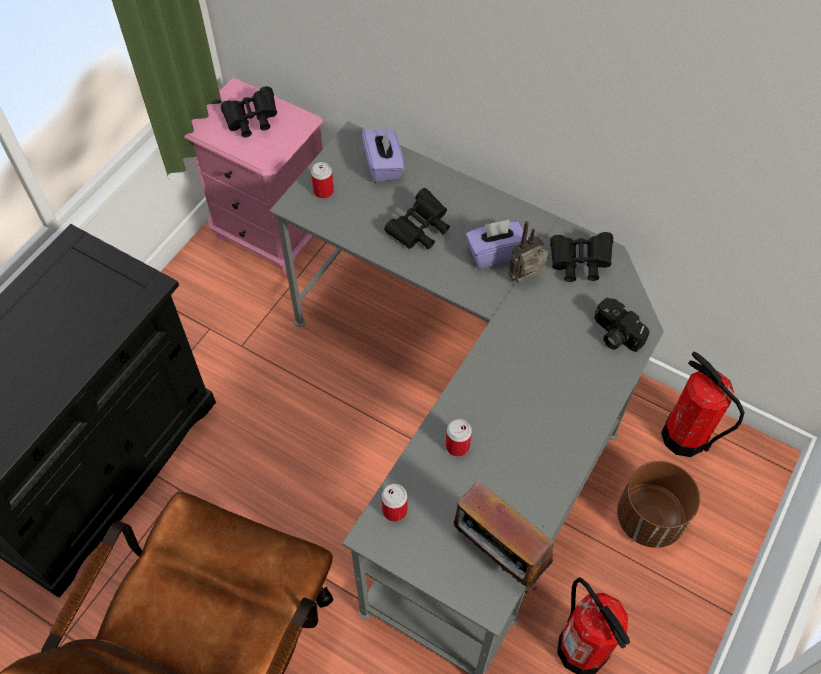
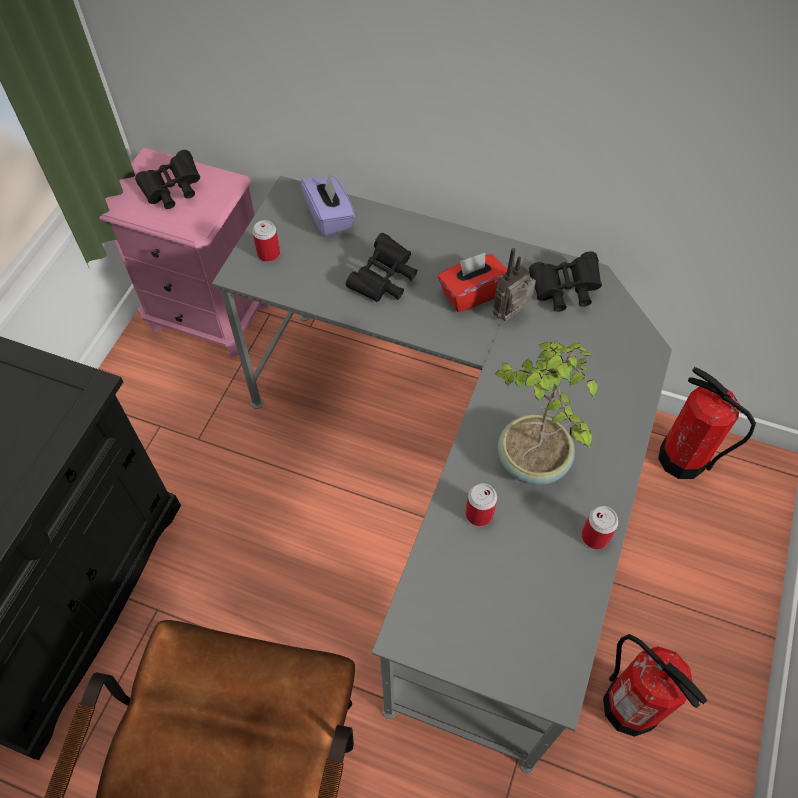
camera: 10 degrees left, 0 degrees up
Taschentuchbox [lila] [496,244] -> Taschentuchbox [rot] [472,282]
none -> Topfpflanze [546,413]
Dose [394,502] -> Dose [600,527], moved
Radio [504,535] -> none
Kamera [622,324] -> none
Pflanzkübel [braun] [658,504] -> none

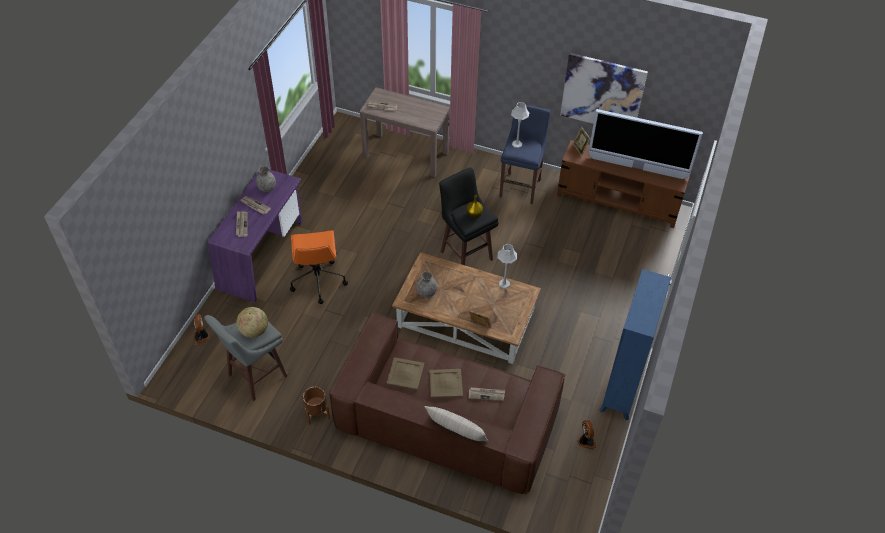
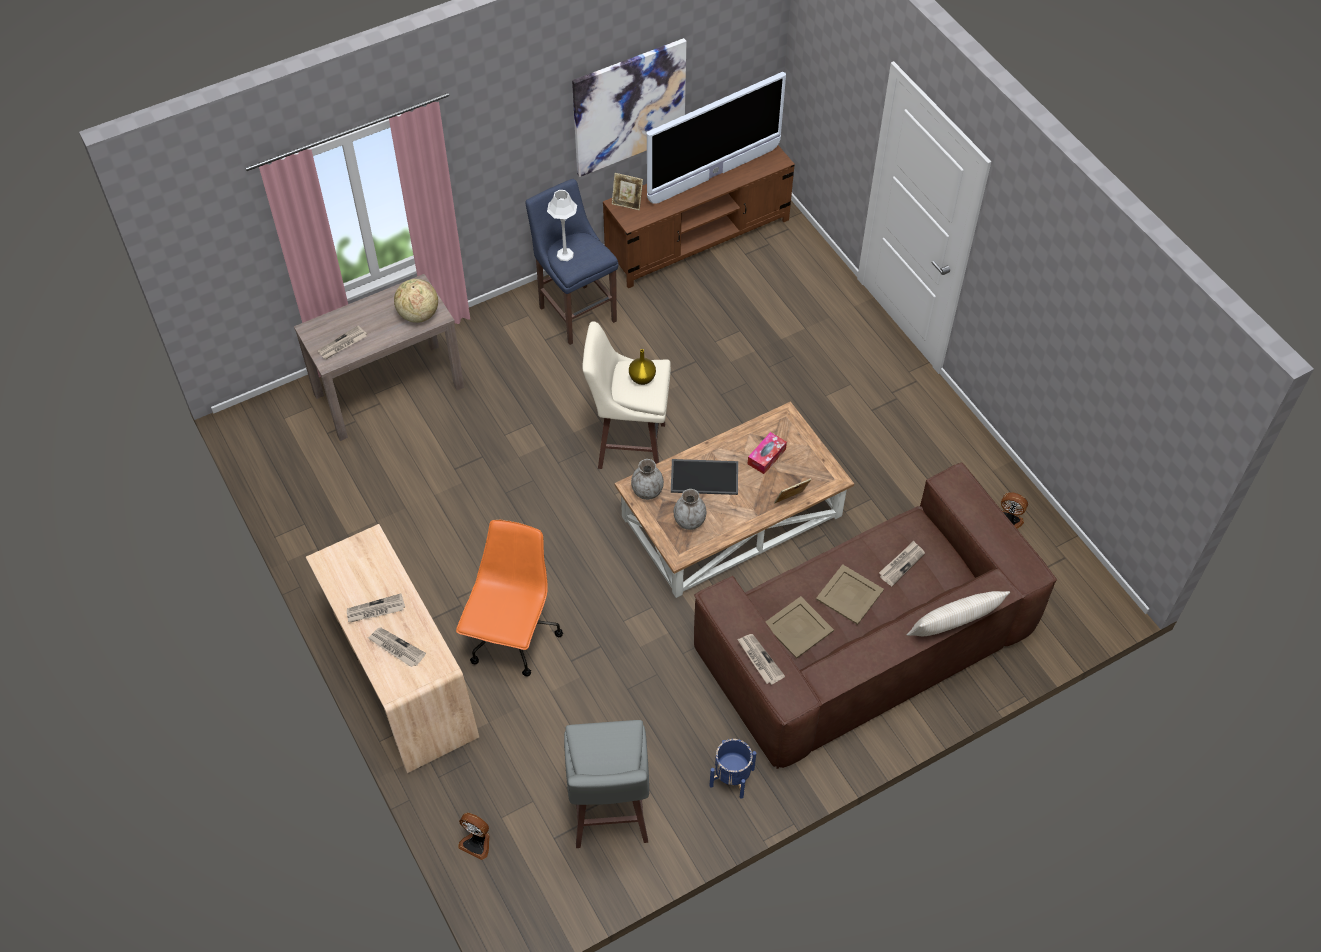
camera: 50 degrees left, 5 degrees up
Schreibtisch [lila] [255,235] -> Schreibtisch [beige] [392,648]
Globus [252,322] -> Globus [416,301], moved
Bürostuhl [orange] [319,267] -> Bürostuhl [orange] [509,598], 105 degrees counterclockwise
Hocker [schwarz] [469,216] -> Hocker [beige] [626,395]
Vase [grau] [266,179] -> Vase [grau] [647,479], moved
none -> Tablett [704,477]
Pflanzkübel [braun] [316,406] -> Pflanzkübel [blau] [732,769]
none -> Zeitung [761,659]
none -> Taschentuchbox [767,453]
Tischlampe [grau] [507,266] -> none
Bücherregal [blau] [635,344] -> none

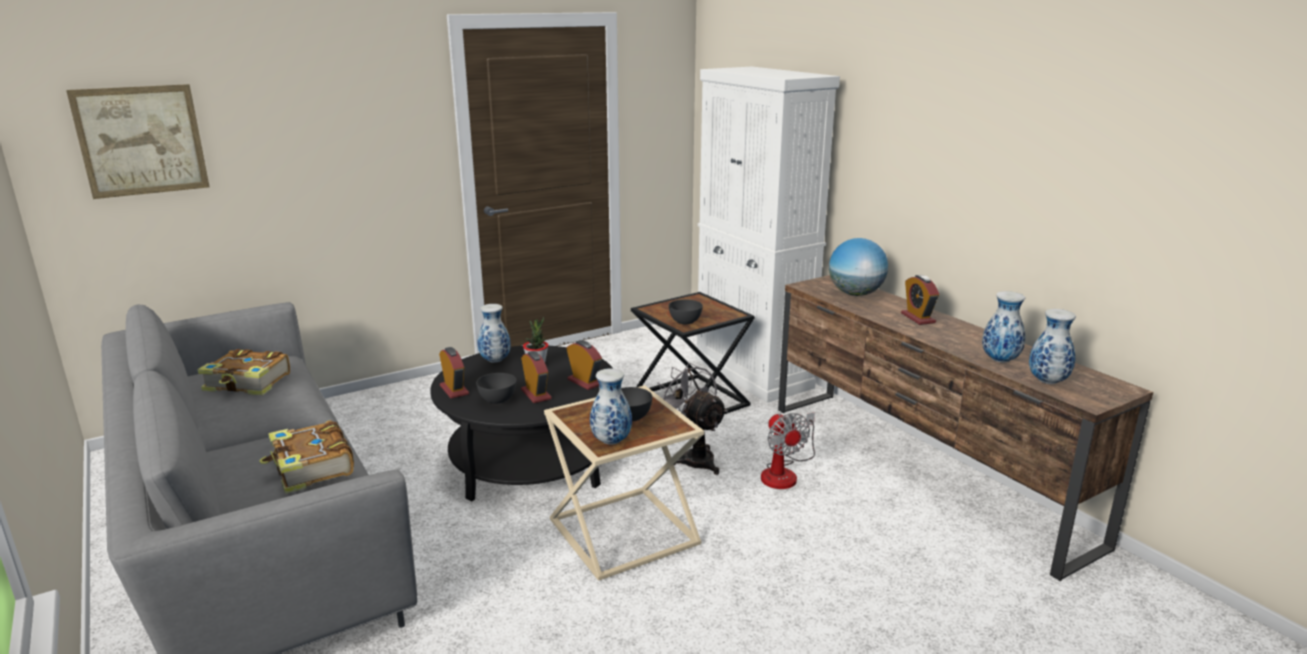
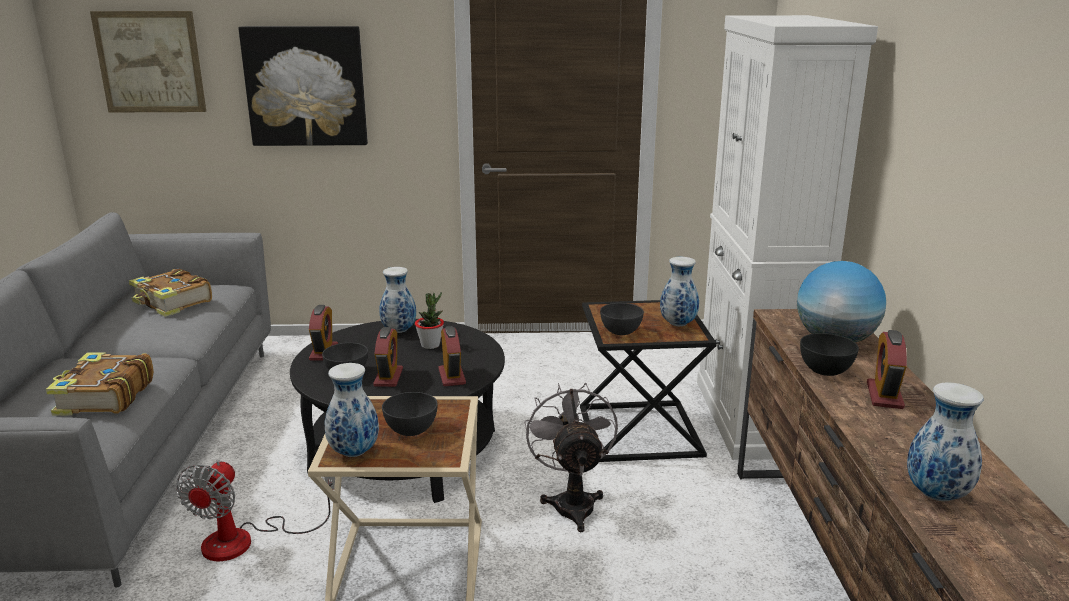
camera: 30 degrees right, 0 degrees up
Ventilator [788,450] -> Ventilator [255,510], moved
none -> Bild [303,86]
Vase [1052,346] -> Vase [679,291], moved
none -> Schüssel [schwarz] [829,354]

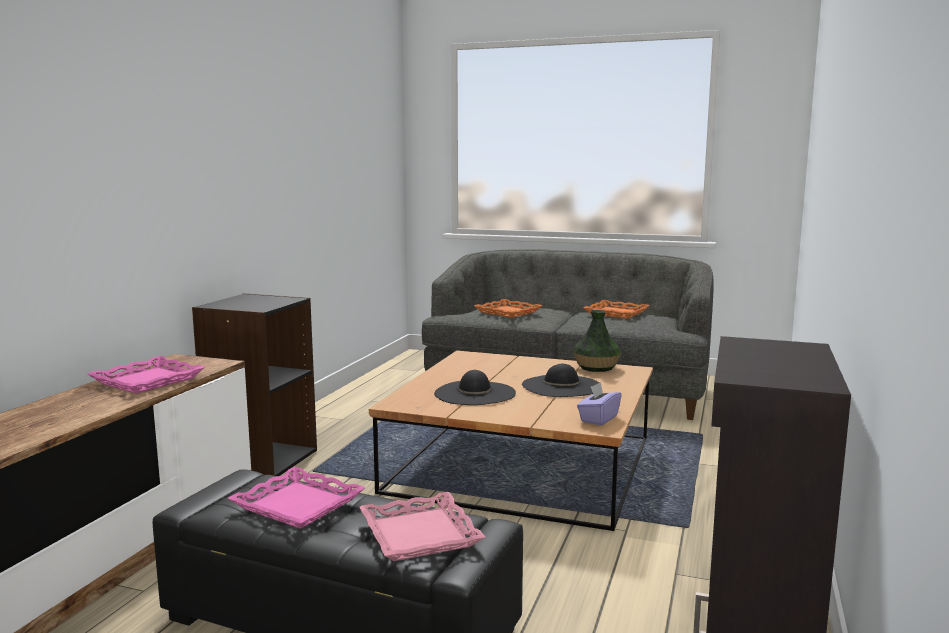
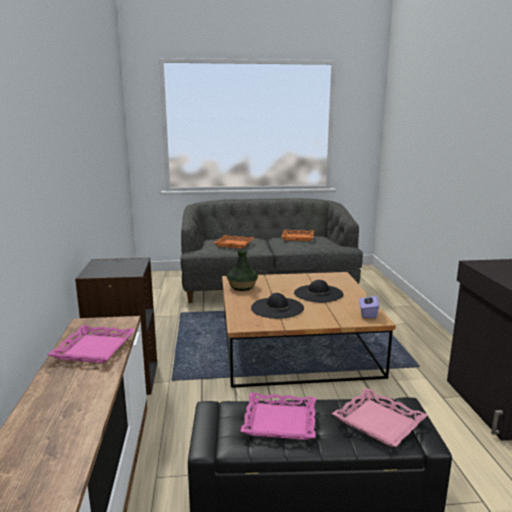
camera: 25 degrees left, 5 degrees up
Vase [597,341] -> Vase [242,270], moved

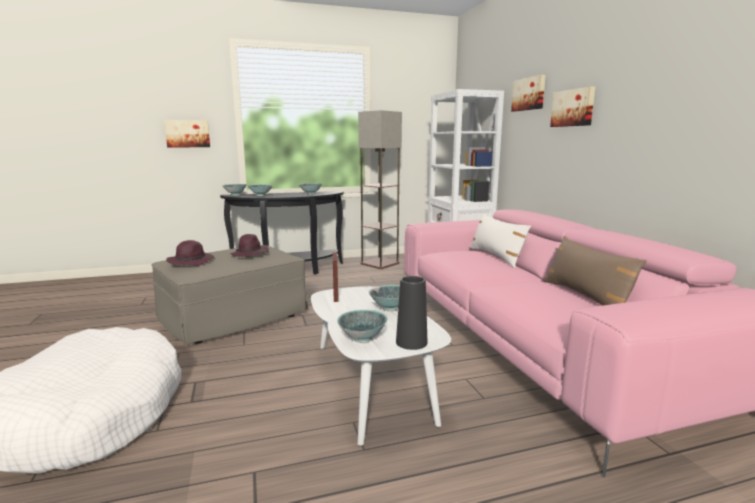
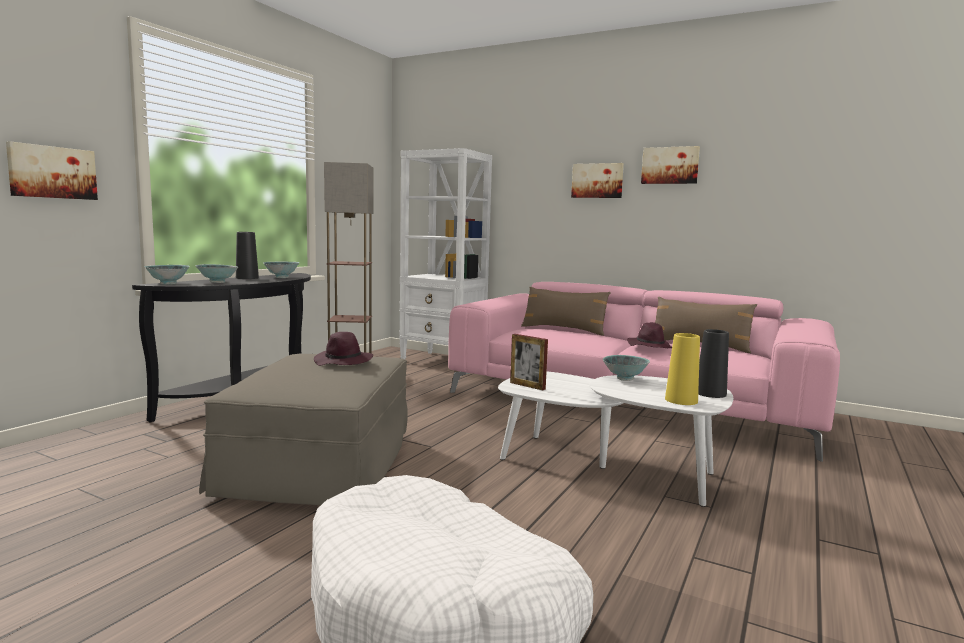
camera: 45 degrees left, 5 degrees down
none -> Vase [schwarz] [247,255]
Kissen [weiß] [500,240] -> Kissen [braun] [566,311]
Hut [lila] [190,253] -> Hut [lila] [649,335], moved
Bild [528,93] -> Bild [670,165], moved
Schüssel [362,326] -> Vase [gelb] [682,369]

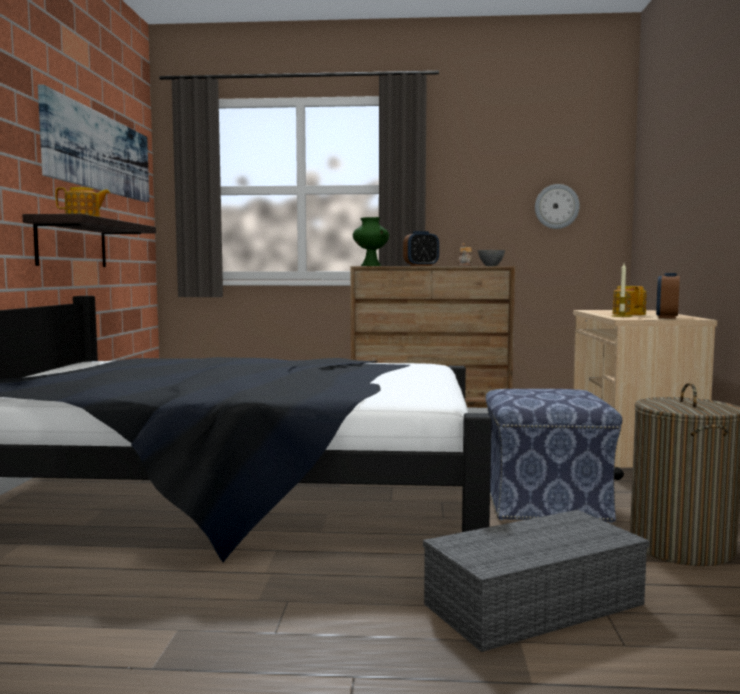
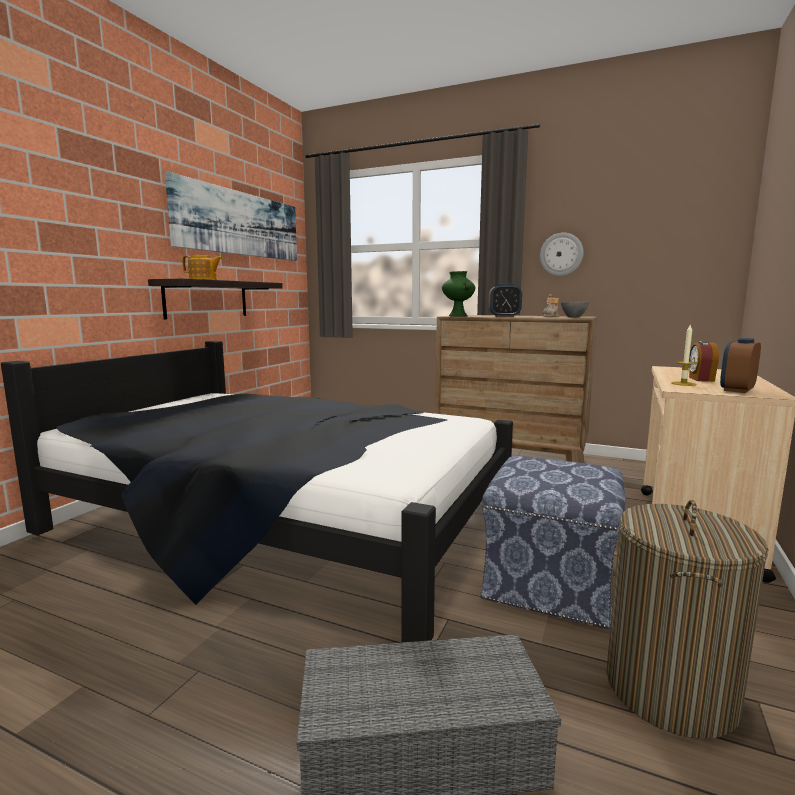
camera: 20 degrees right, 5 degrees up
Wanduhr [557,206] -> Wanduhr [562,254], moved
Teekanne [629,300] -> Wecker [704,361]

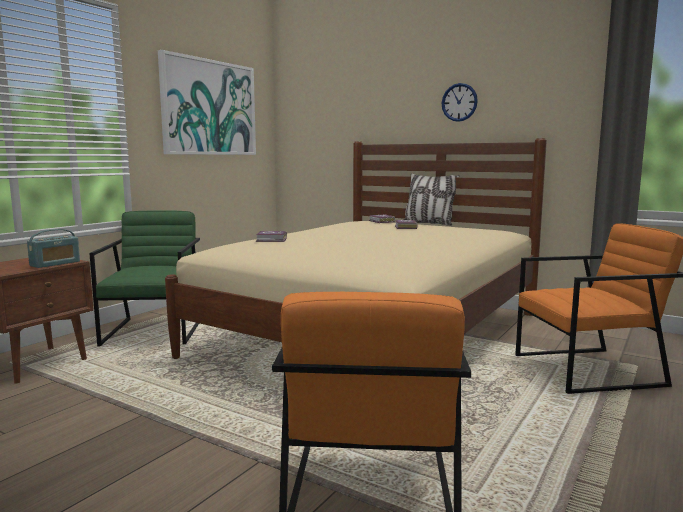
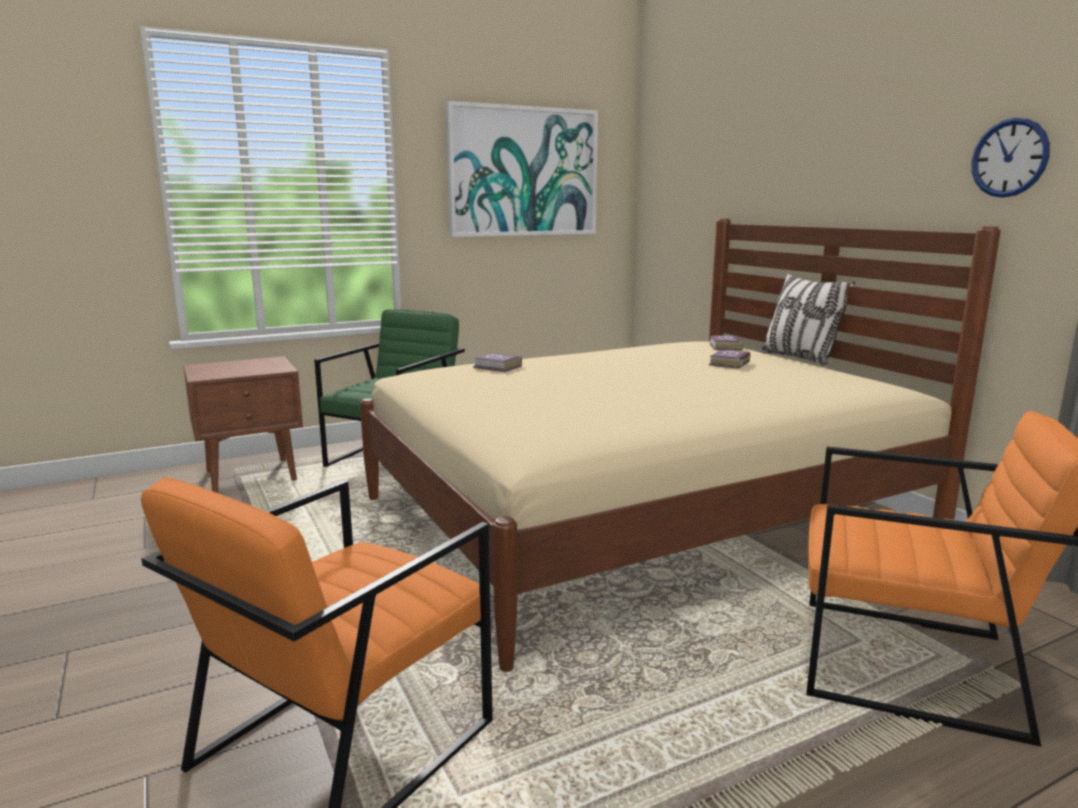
camera: 30 degrees right, 5 degrees up
Wanduhr [459,102] -> Wanduhr [1010,158], moved
Radio [53,248] -> none

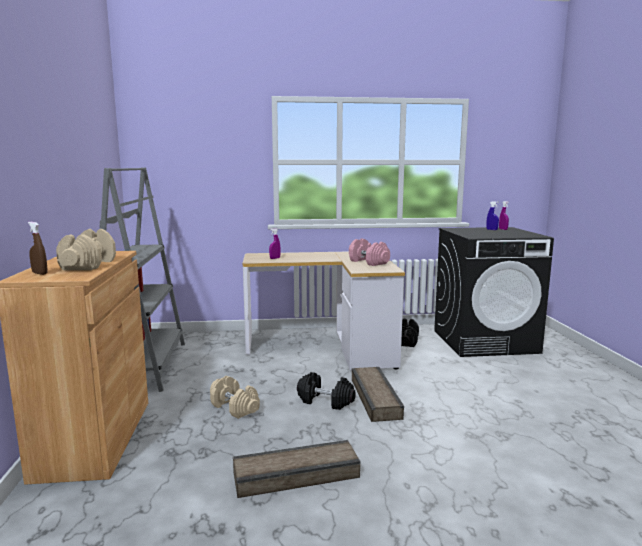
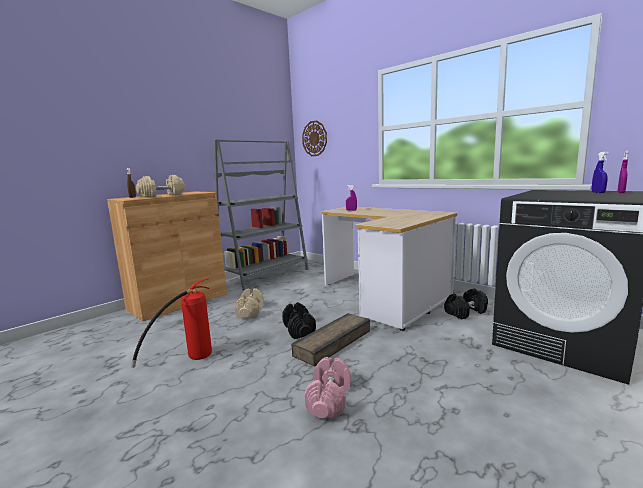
camera: 50 degrees right, 0 degrees up
Kiste [297,469] -> Feuerlöscher [171,323]
none -> Wanduhr [314,138]
Hantel [rosa] [369,252] -> Hantel [rosa] [327,387], moved

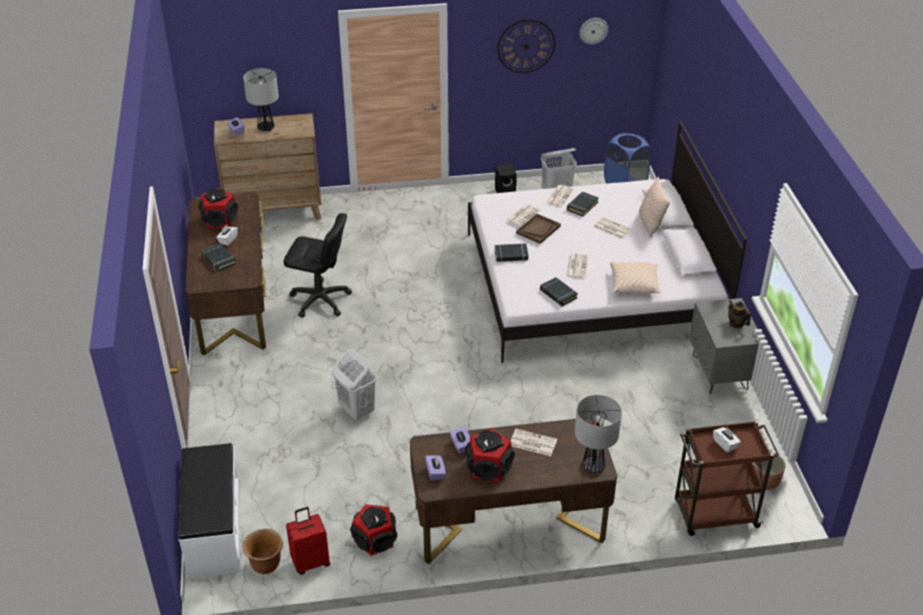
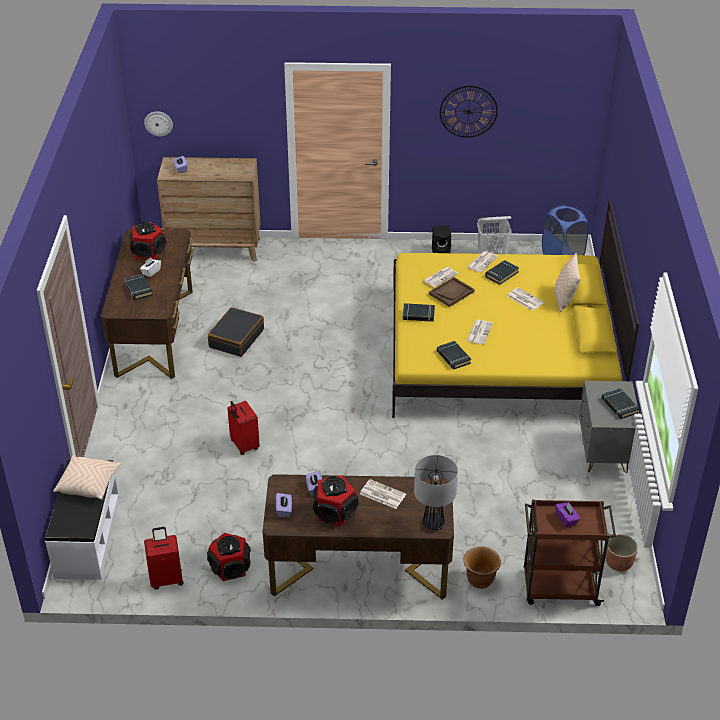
camera: 10 degrees right, 0 degrees up
Kissen [beige] [635,278] -> Kissen [beige] [87,477], moved
Wanduhr [594,31] -> Wanduhr [158,124], moved
Bürostuhl [schwarz] [318,265] -> Koffer [schwarz] [236,332]
Wäschekorb [weiß] [354,384] -> Koffer [rot] [243,428]
Bett [weiß] [607,242] -> Bett [gelb] [515,309]
Pflanzkübel [braun] [262,551] -> Pflanzkübel [braun] [482,567], moved
Taschentuchbox [weiß] [727,439] -> Taschentuchbox [lila] [567,515]
Teekanne [739,314] -> Buch [schwarz] [620,403]
Tischlampe [261,100] -> none

